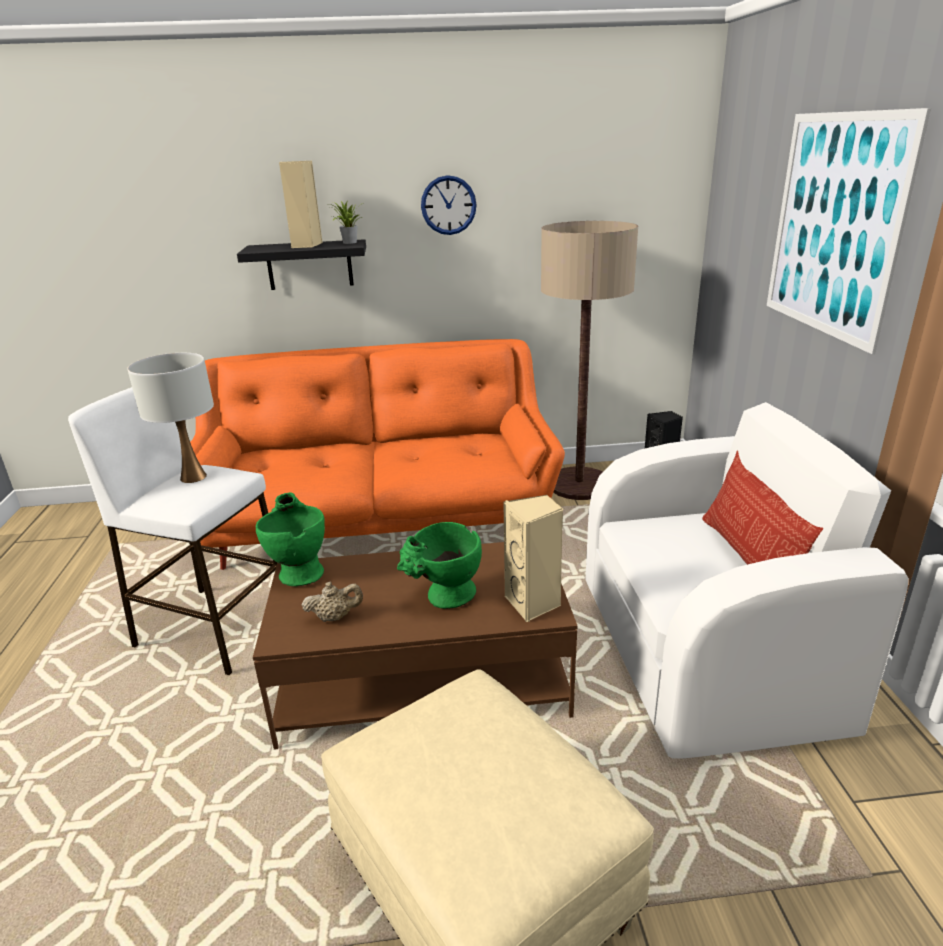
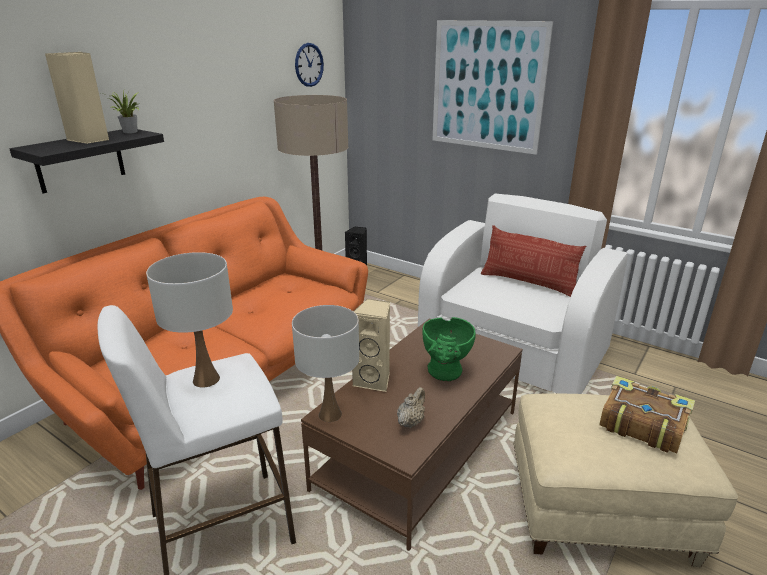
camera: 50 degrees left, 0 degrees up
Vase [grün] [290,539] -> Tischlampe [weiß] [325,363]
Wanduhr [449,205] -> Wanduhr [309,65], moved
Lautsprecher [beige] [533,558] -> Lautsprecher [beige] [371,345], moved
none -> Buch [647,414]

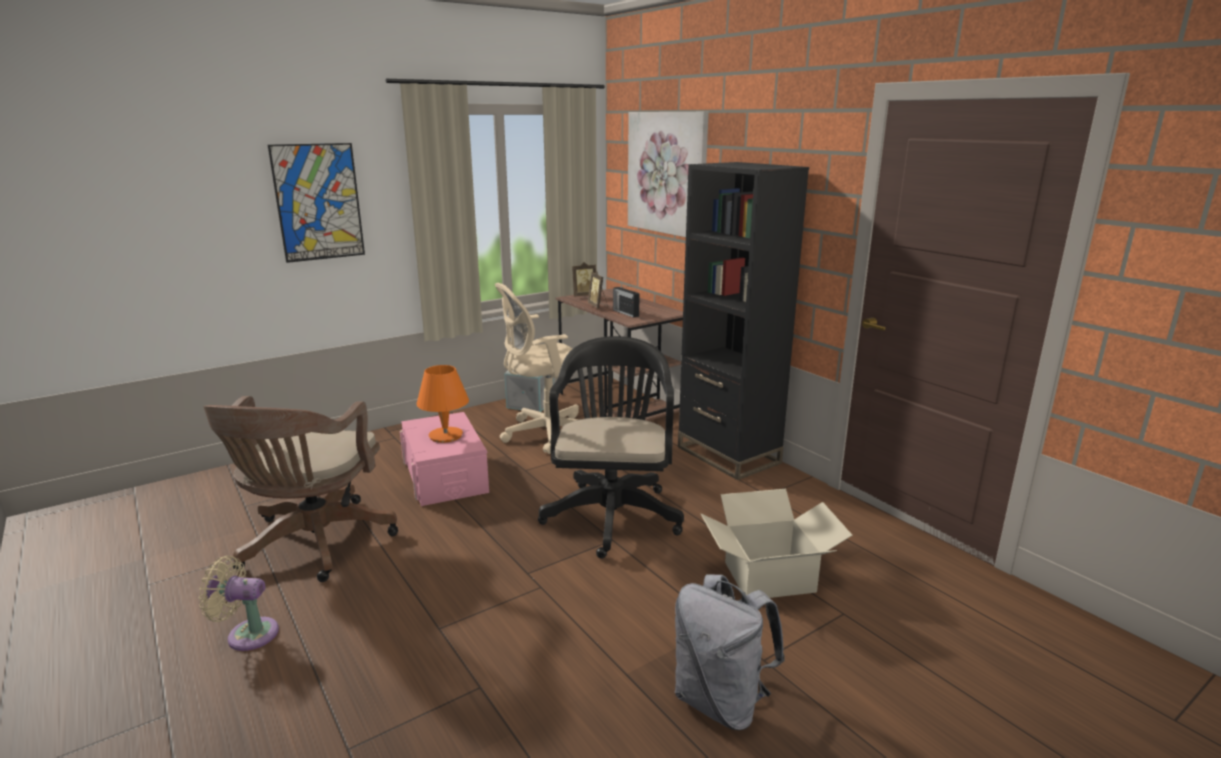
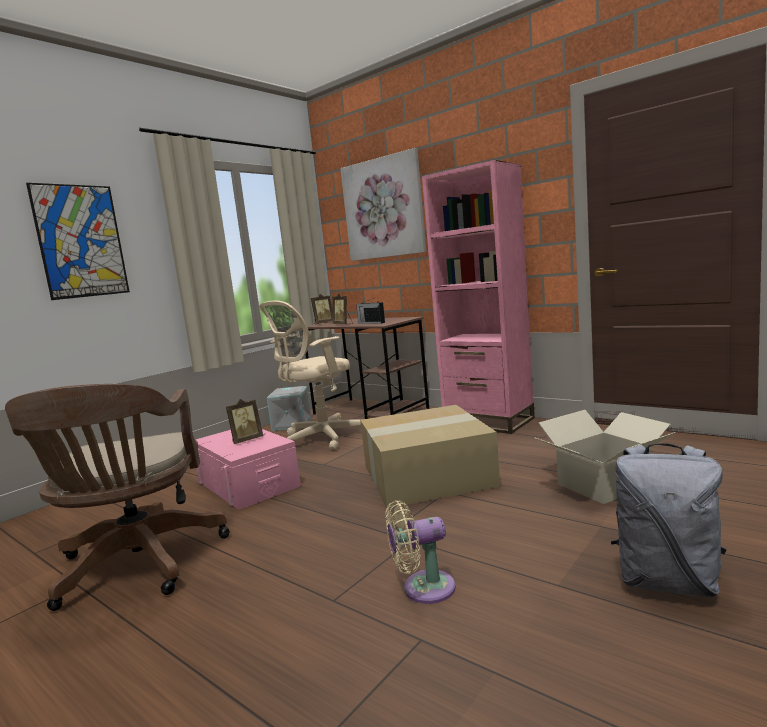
camera: 15 degrees left, 10 degrees down
Tischlampe [orange] [443,404] -> Bilderrahmen [244,421]
Bürostuhl [schwarz] [611,447] -> Karton [430,456]
Ventilator [beige] [239,603] -> Ventilator [beige] [421,552], moved
Bücherregal [schwarz] [743,321] -> Bücherregal [rosa] [478,297]

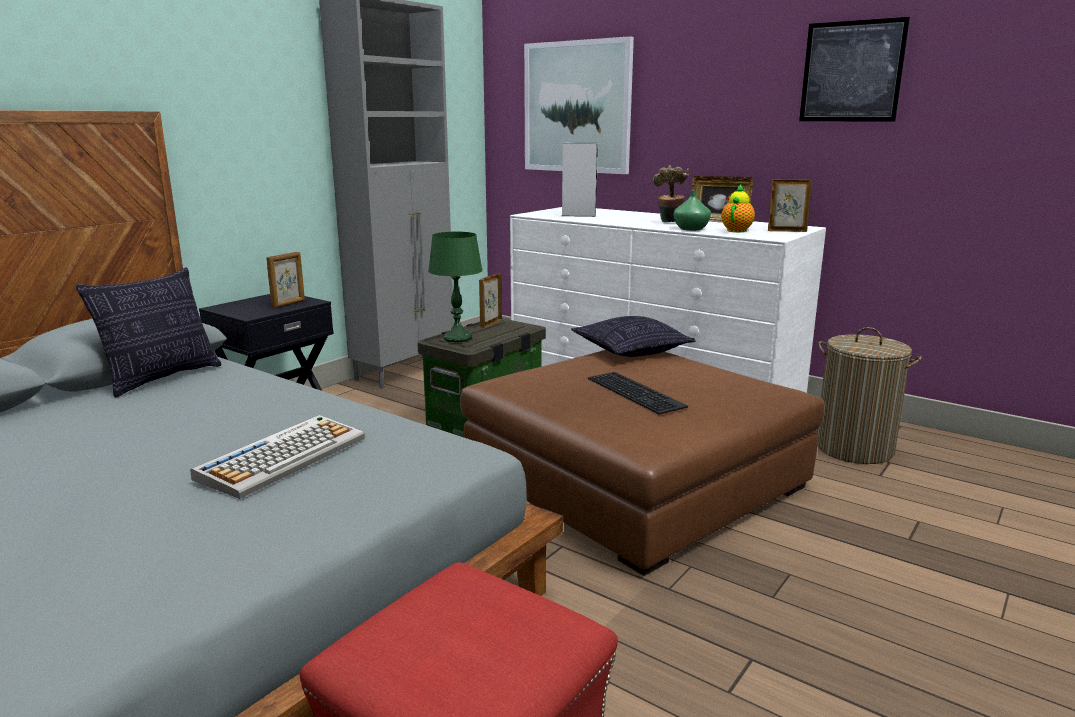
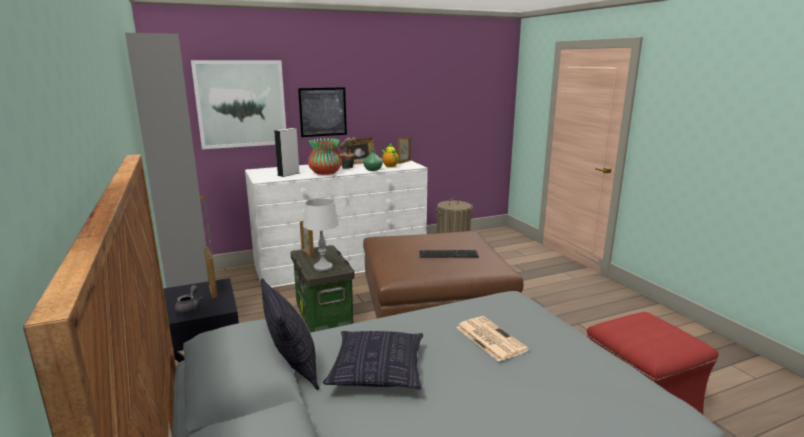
camera: 60 degrees left, 0 degrees up
none -> Teekanne [grau] [188,299]
Bild [854,69] -> Bild [322,112], moved
Tischlampe [grün] [455,287] -> Tischlampe [grau] [321,234]
none -> Vase [325,156]
Kissen [634,336] -> Kissen [373,360], moved
Tastatur [277,457] -> Zeitung [492,339]

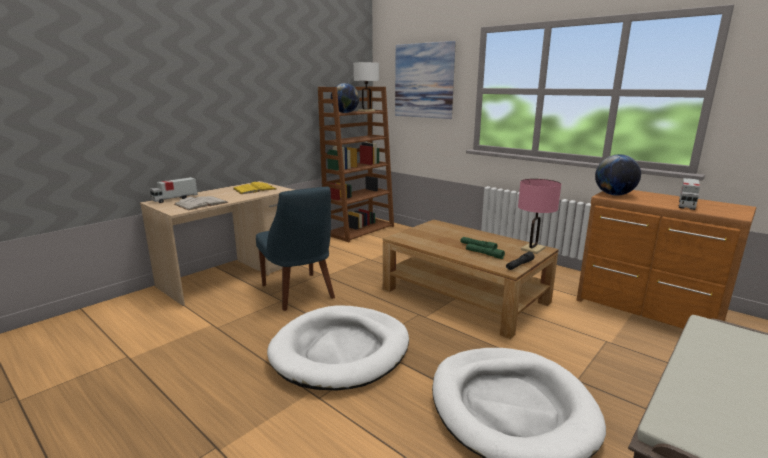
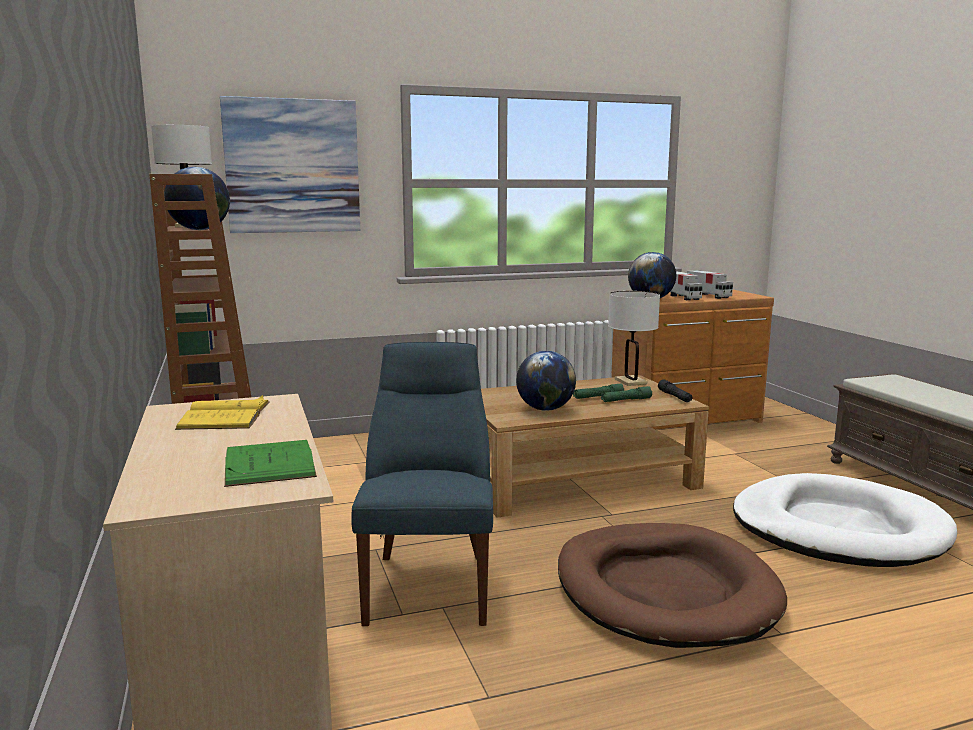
camera: 60 degrees left, 5 degrees down
Buch [weiß] [201,203] -> Buch [grün] [270,463]
Stuhl [blau] [295,249] -> Stuhl [blau] [422,484], 90 degrees counterclockwise
none -> Globus [546,381]
Hundebett [weiß] [338,348] -> Hundebett [braun] [672,585]
Tischlampe [rosa] [539,216] -> Tischlampe [weiß] [634,338]
Spielzeuglaster [174,190] -> Spielzeuglaster [686,285], moved

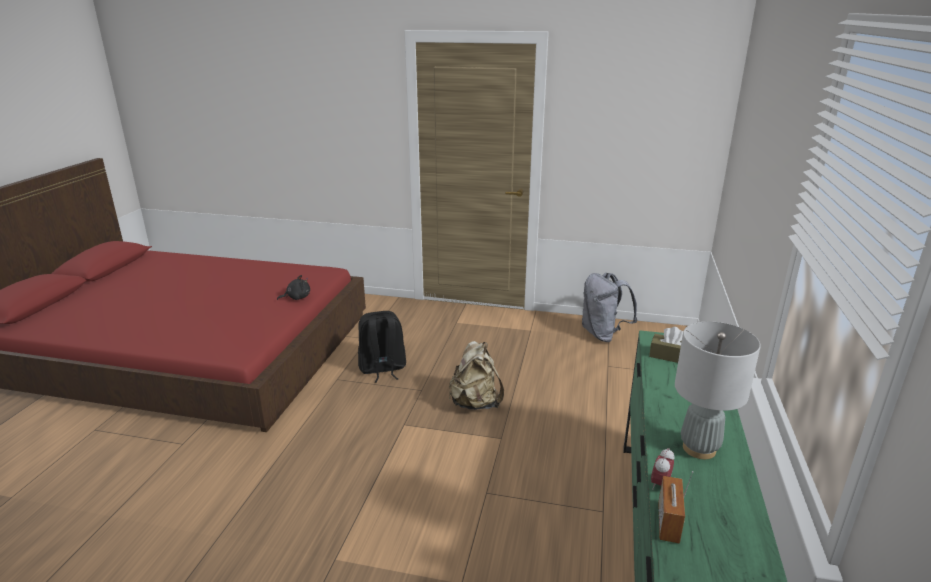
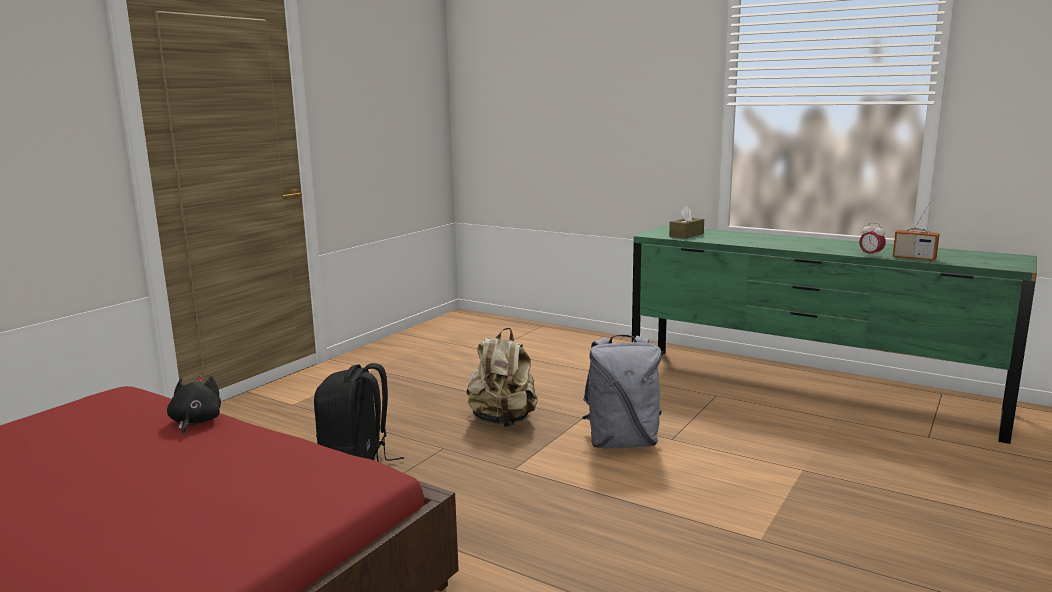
camera: 70 degrees left, 10 degrees down
Rucksack [grau] [609,307] -> Rucksack [grau] [622,391], moved
Tischlampe [grau] [718,390] -> none

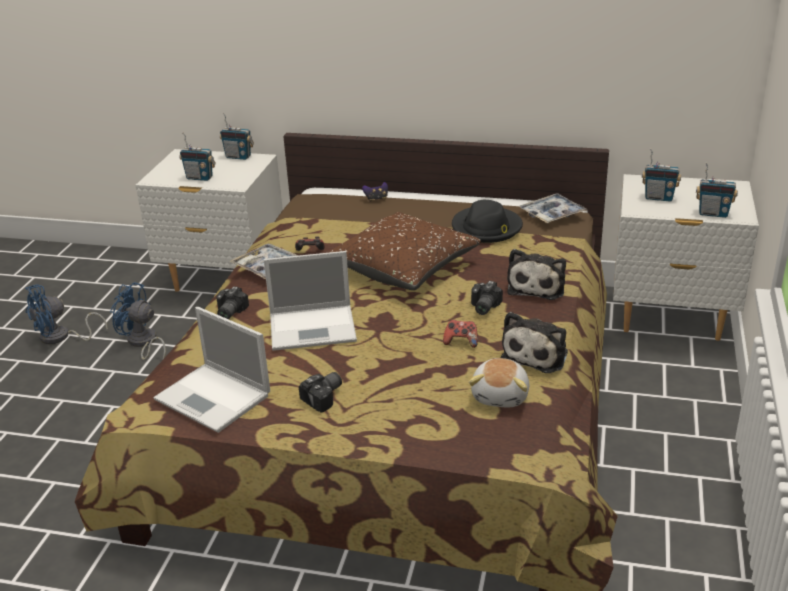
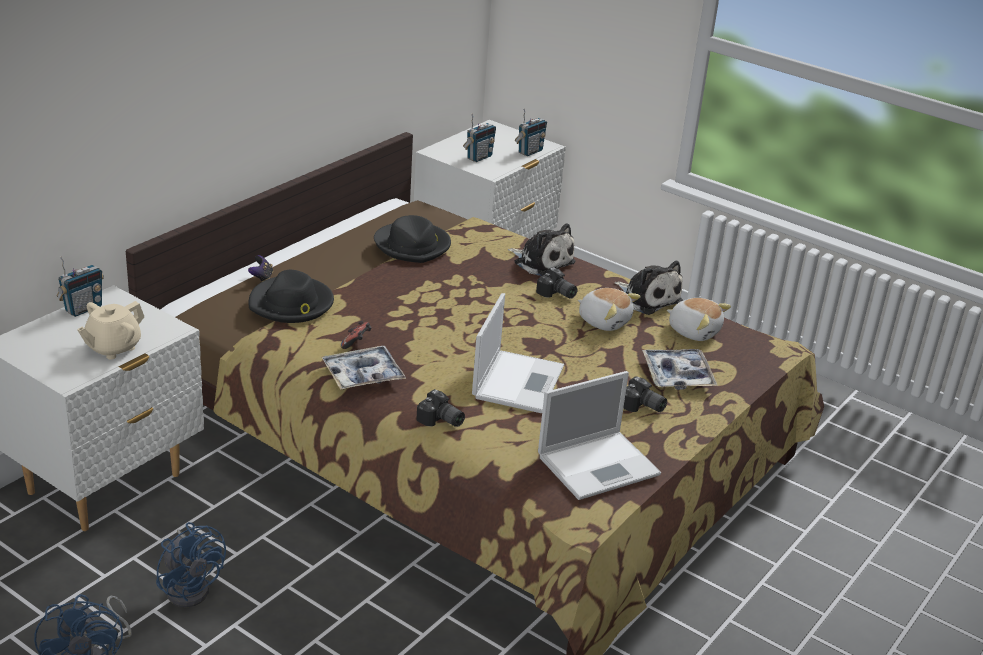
camera: 70 degrees left, 0 degrees up
Radio [197,156] -> Teekanne [beige] [110,330]
Ventilator [blau] [138,321] -> Ventilator [blau] [191,564], 90 degrees counterclockwise
none -> Hut [schwarz] [291,296]
Gamepad [460,334] -> Plüschtier [609,309]
Kamera [320,392] -> Kamera [645,394], 150 degrees clockwise
Tablett [552,208] -> Tablett [680,369], moved
Kissen [braun] [405,251] -> none

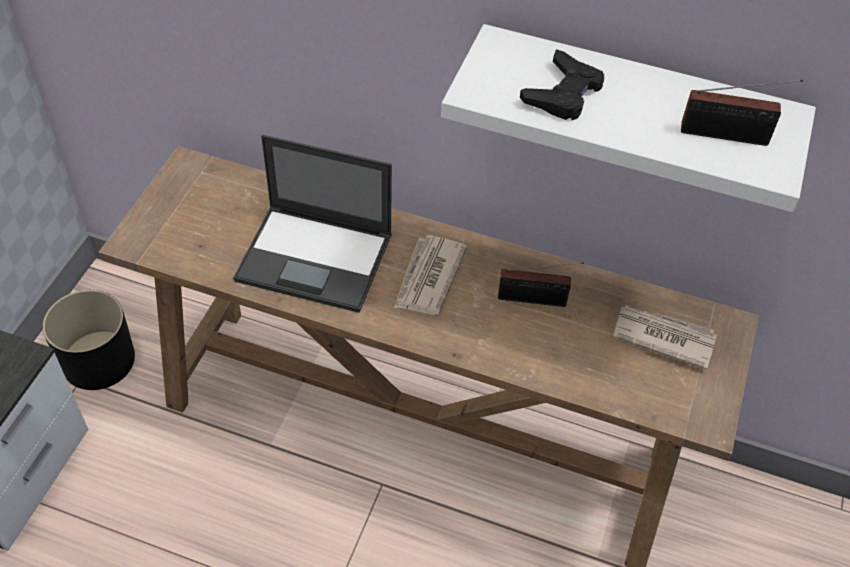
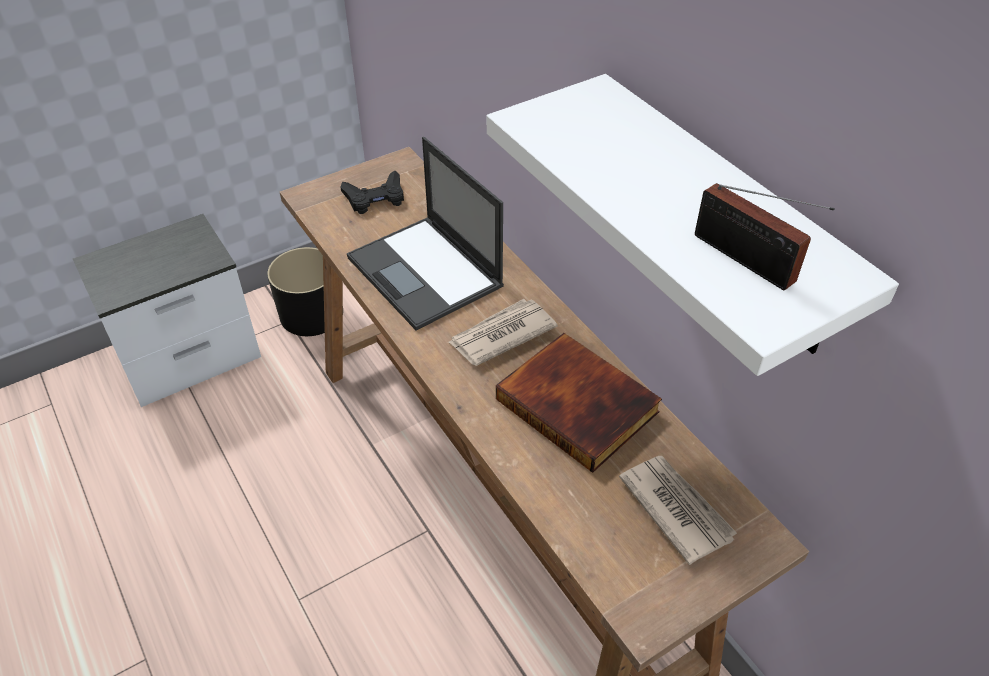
camera: 40 degrees right, 5 degrees down
Gamepad [schwarz] [562,84] -> Gamepad [schwarz] [372,192], moved
Radio [541,284] -> Buch [579,403]

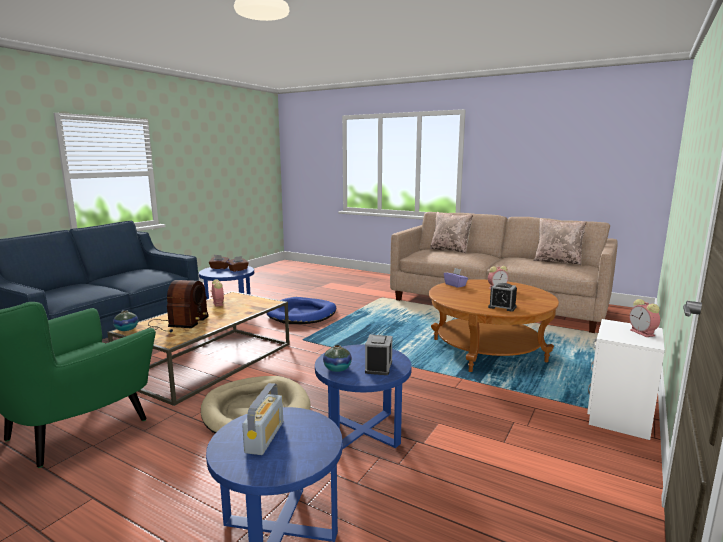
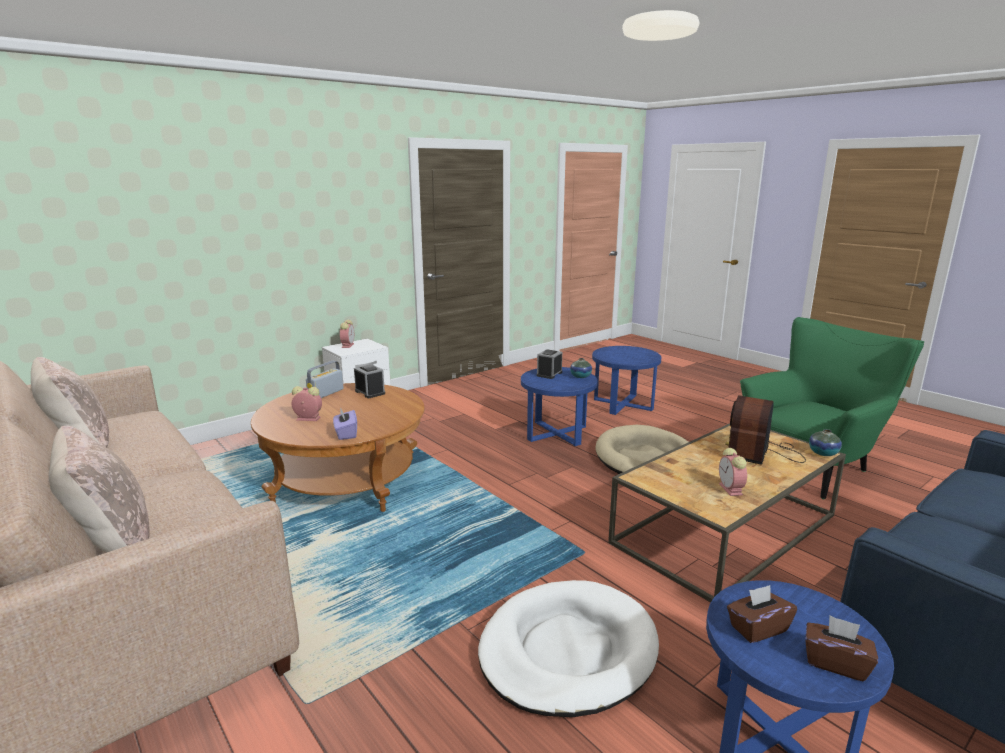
camera: 160 degrees left, 5 degrees up
Radio [262,419] -> Radio [325,379], moved
Hundebett [blau] [301,310] -> Hundebett [weiß] [568,648]

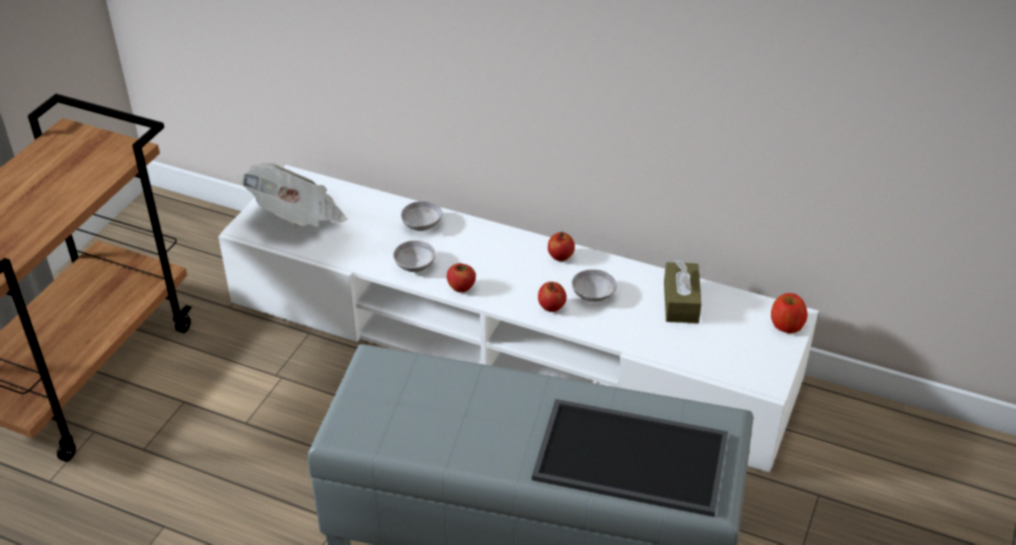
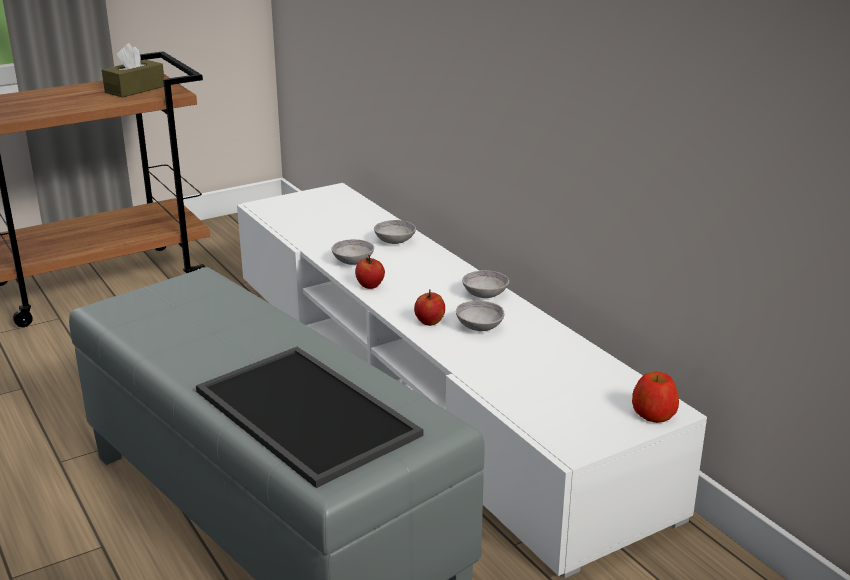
camera: 35 degrees right, 15 degrees down
Taschentuchbox [braun] [683,291] -> Taschentuchbox [braun] [133,70], moved
Apfel [561,246] -> Schüssel [grau] [485,284]
Zeitung [293,195] -> none

